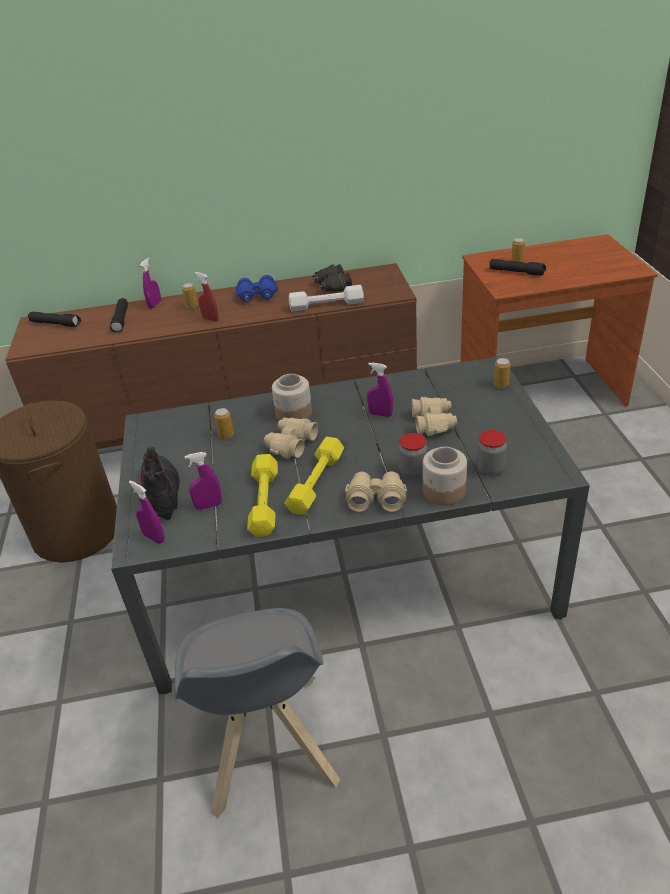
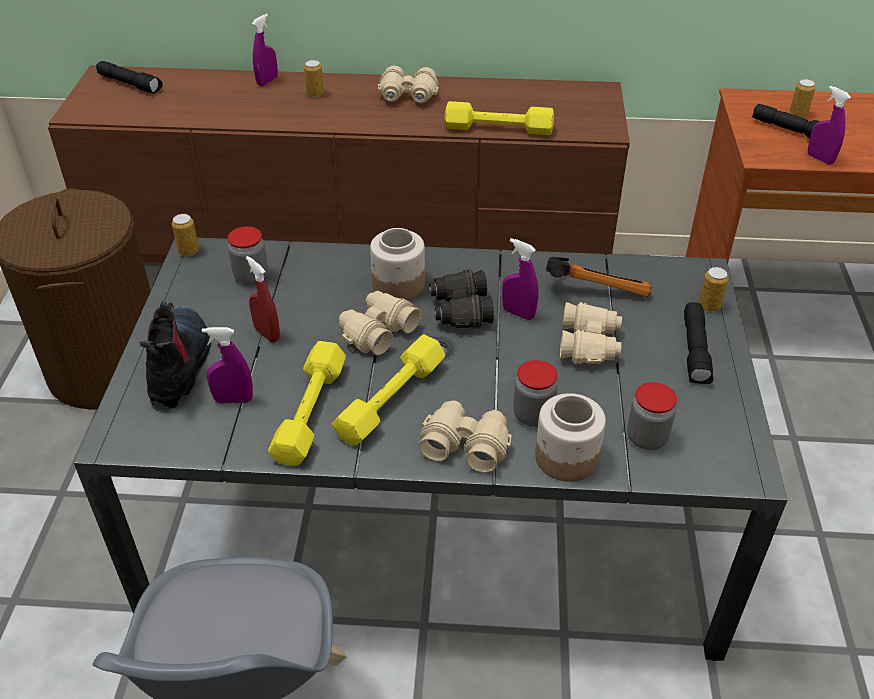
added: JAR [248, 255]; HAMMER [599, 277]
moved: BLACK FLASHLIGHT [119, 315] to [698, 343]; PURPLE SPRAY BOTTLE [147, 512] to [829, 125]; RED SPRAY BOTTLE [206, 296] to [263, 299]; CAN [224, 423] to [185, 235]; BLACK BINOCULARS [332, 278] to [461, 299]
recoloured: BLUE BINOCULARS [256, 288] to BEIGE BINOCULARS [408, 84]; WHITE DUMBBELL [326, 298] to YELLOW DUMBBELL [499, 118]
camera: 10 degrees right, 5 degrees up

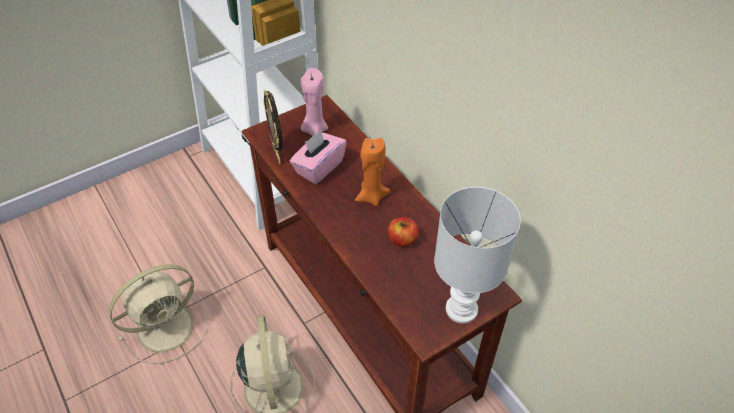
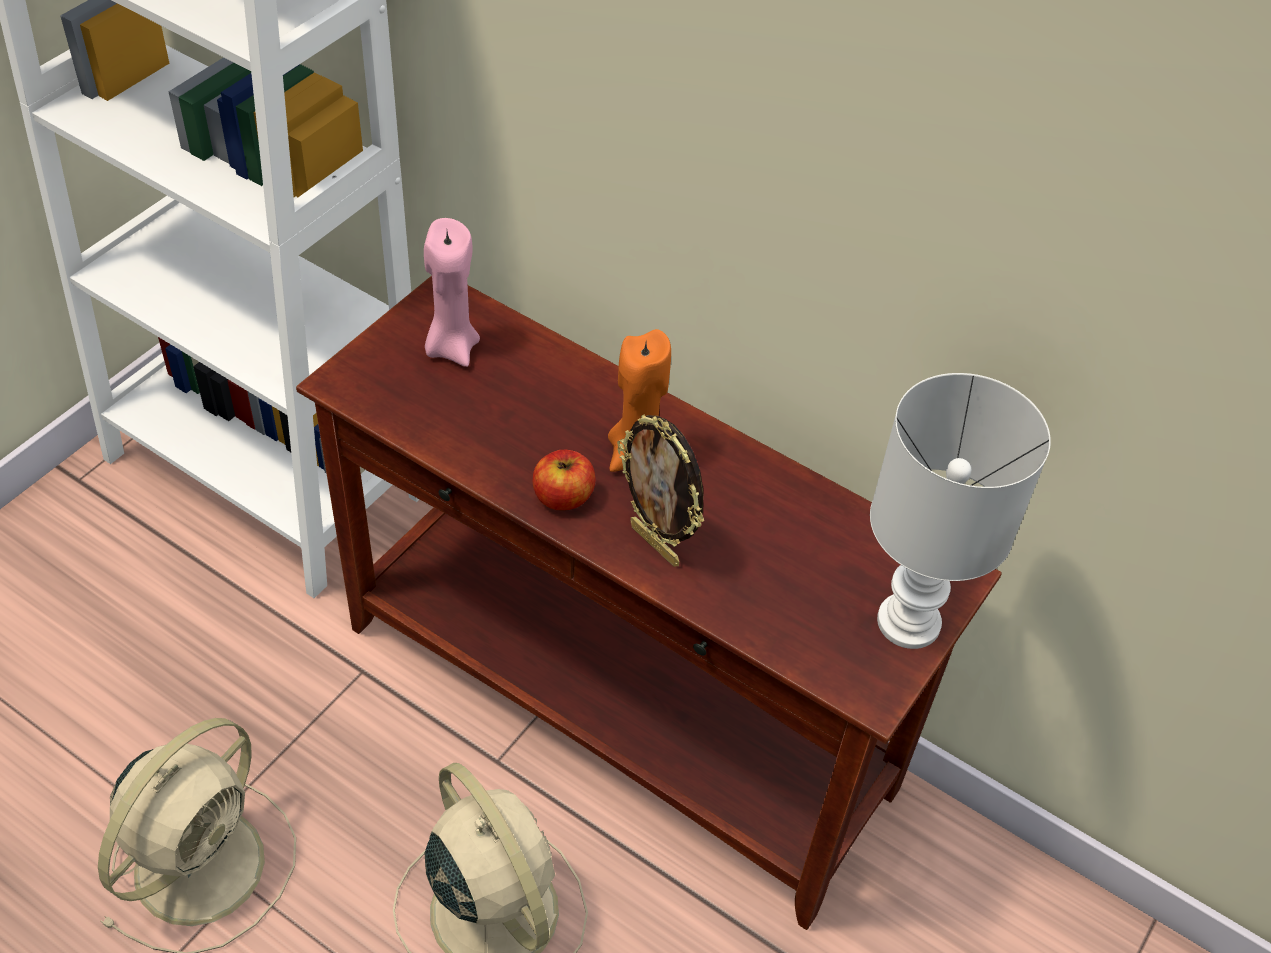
removed: PINK TISSUE BOX [318, 157]
moved: PICTURE FRAME [273, 127] to [660, 490]; APPLE [403, 232] to [564, 480]
camera: 25 degrees left, 0 degrees up

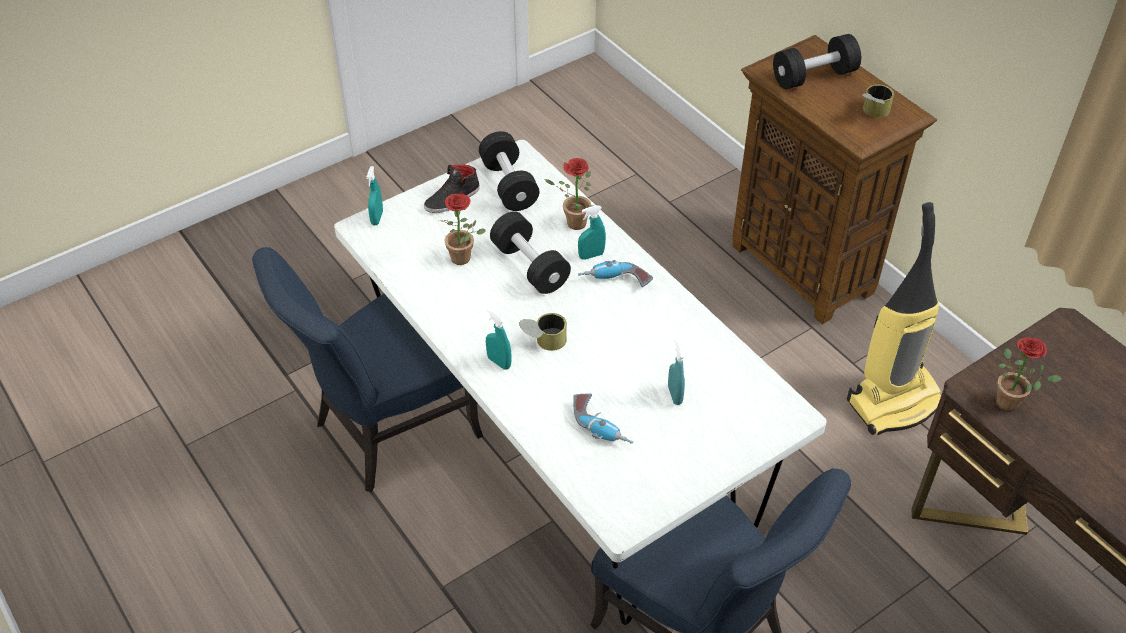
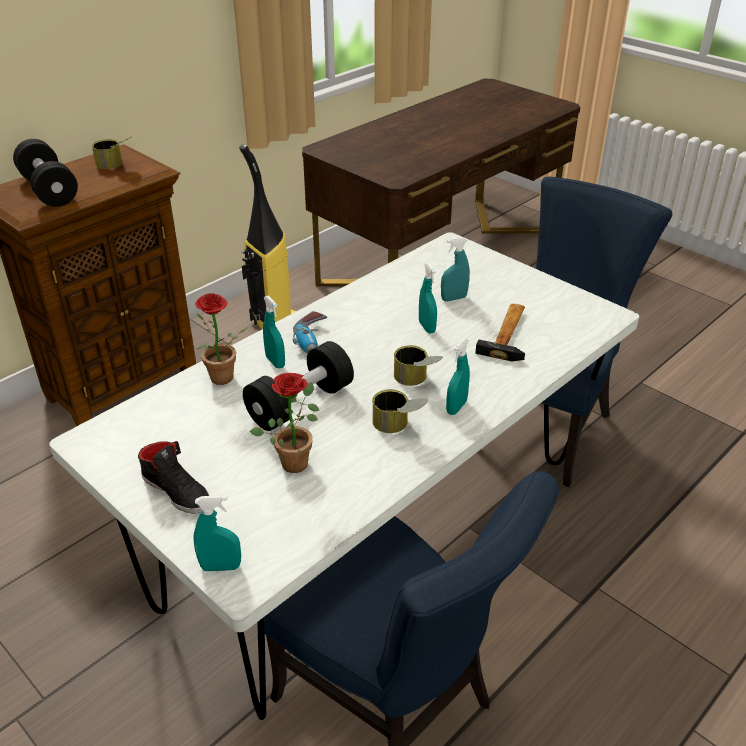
removed: BLACK DUMBBELL [509, 171]; POTTED PLANT [1028, 374]
added: CAN [400, 411]; TURQUOISE SPRAY BOTTLE [428, 298]
replaced: POWER DRILL [603, 418] to HAMMER [500, 333]
camera: 100 degrees left, 10 degrees down

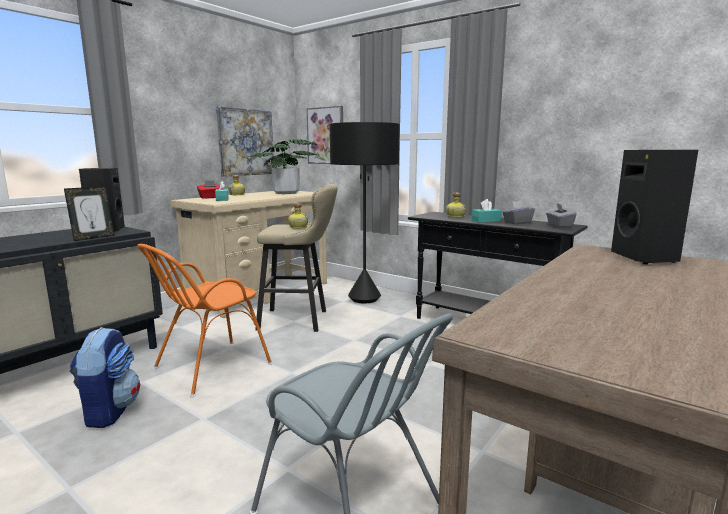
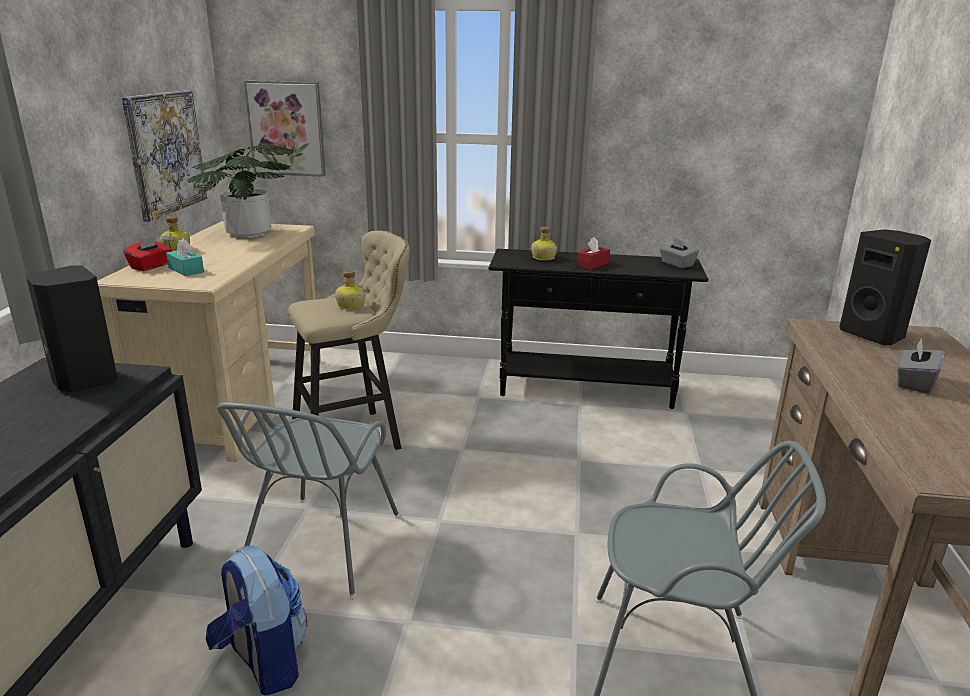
removed: PICTURE FRAME [89, 213]; BLACK FLOOR LAMP [365, 213]
moved: GREY TISSUE BOX [518, 212] to [921, 366]
recoloured: ORANGE CHAIR [205, 320] to GREY CHAIR [308, 501]; TURQUOISE TISSUE BOX [487, 211] to RED TISSUE BOX [593, 253]
camera: 30 degrees left, 10 degrees up

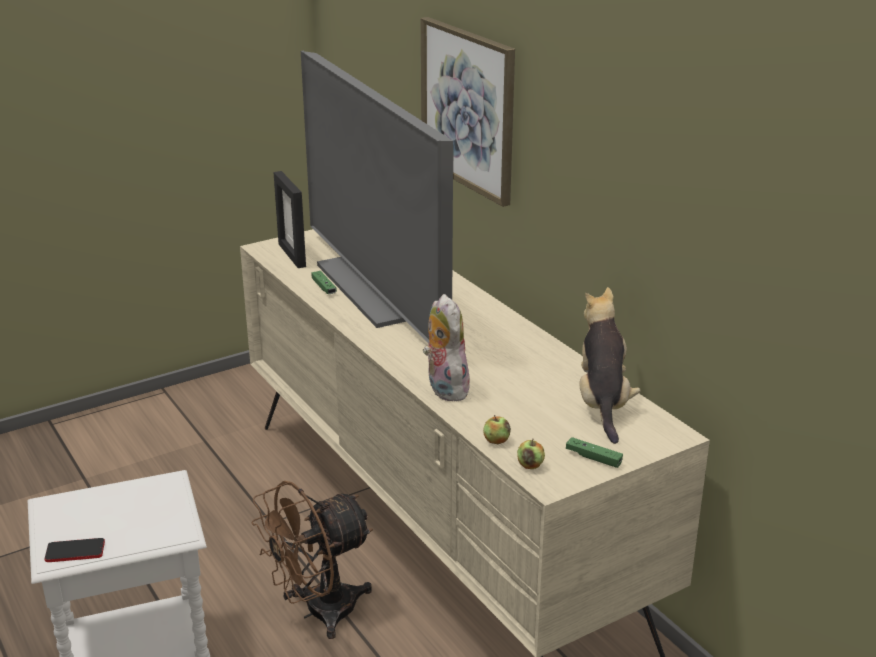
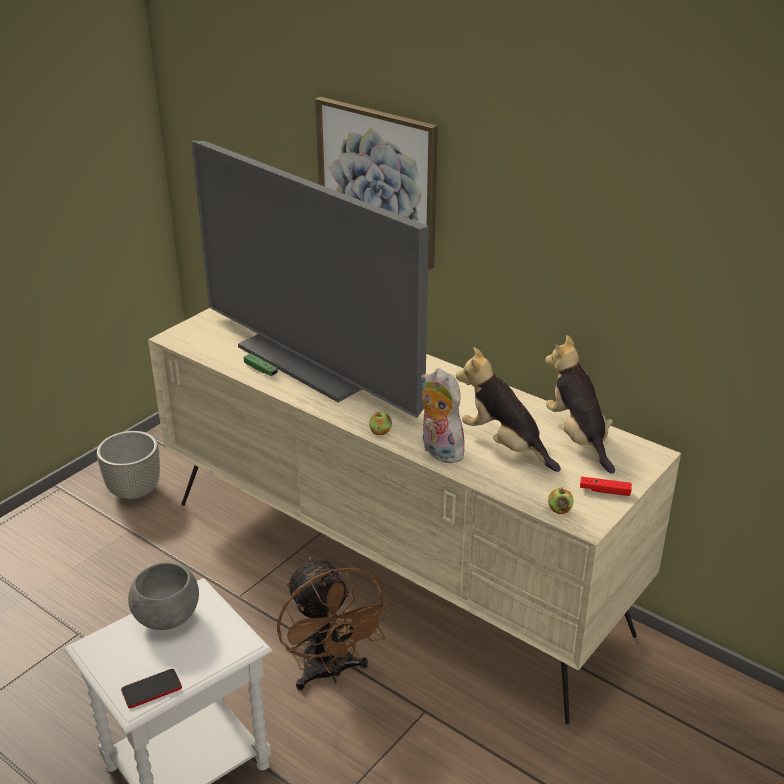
removed: PICTURE FRAME [289, 219]
added: GREY PLANTER [128, 466]; GREY BOWL [163, 596]; PLUSH TOY [508, 409]
moved: APPLE [497, 429] to [380, 423]
recoloured: GREEN GAME CONTROLLER [594, 452] to RED GAME CONTROLLER [606, 486]
turned: BROWN FAN [312, 560] = [335, 623] 60 degrees counterclockwise
camera: 20 degrees left, 5 degrees up

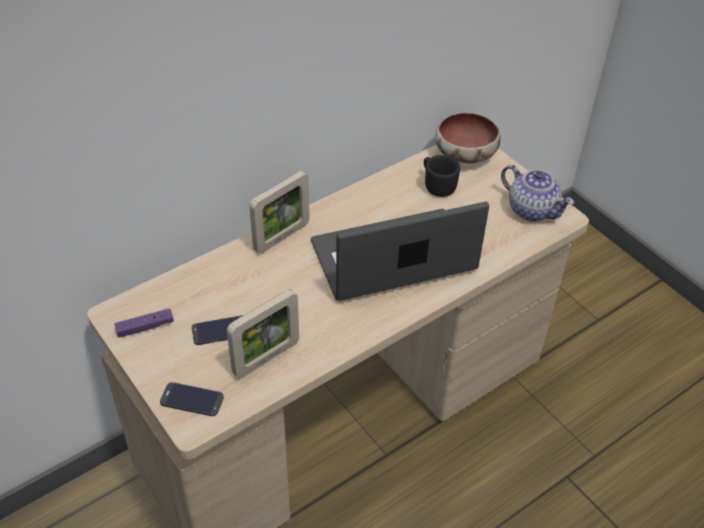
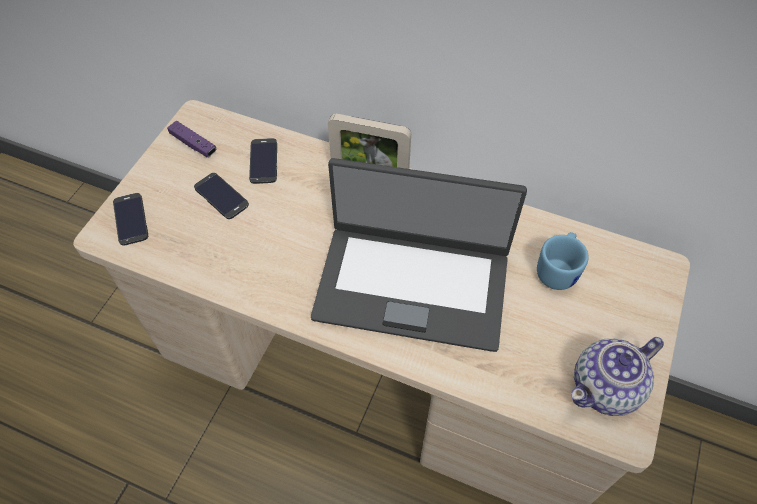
removed: PICTURE FRAME [263, 333]; BOWL [468, 138]
added: PHONE [263, 161]
recoloured: BLACK MUG [442, 176] to BLUE MUG [563, 261]
turned: LAPTOP [400, 251] = [419, 255] 150 degrees clockwise; TEAPOT [537, 193] = [617, 376] 45 degrees clockwise
camera: 60 degrees right, 10 degrees up

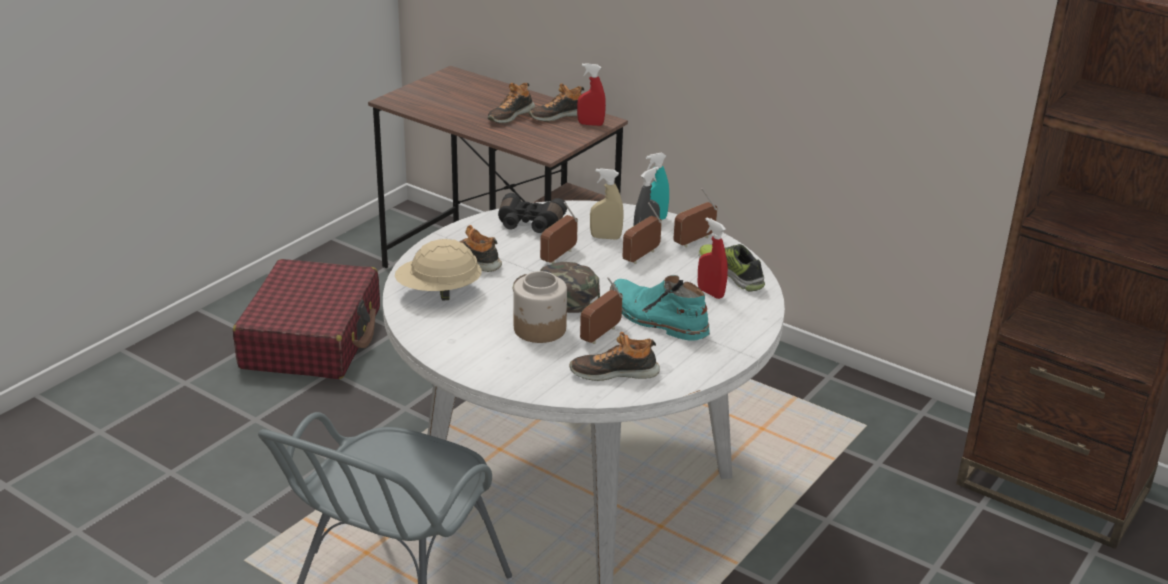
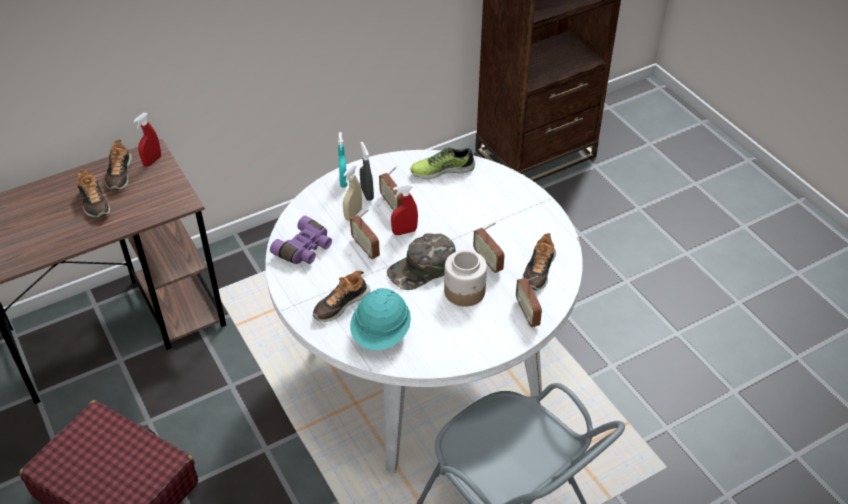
removed: TURQUOISE BOOT [660, 308]
moved: RADIO [695, 217] to [529, 301]; RED SPRAY BOTTLE [713, 258] to [404, 209]
recoloured: BEIGE HARD HAT [438, 270] to TURQUOISE HARD HAT [380, 319]; BLACK BINOCULARS [532, 213] to PURPLE BINOCULARS [301, 240]
camera: 65 degrees left, 15 degrees up

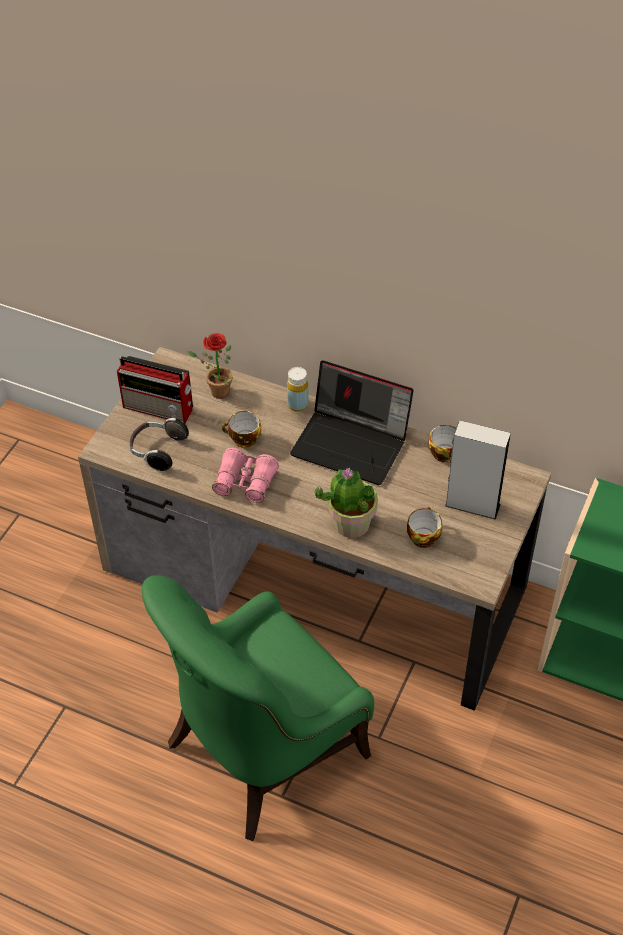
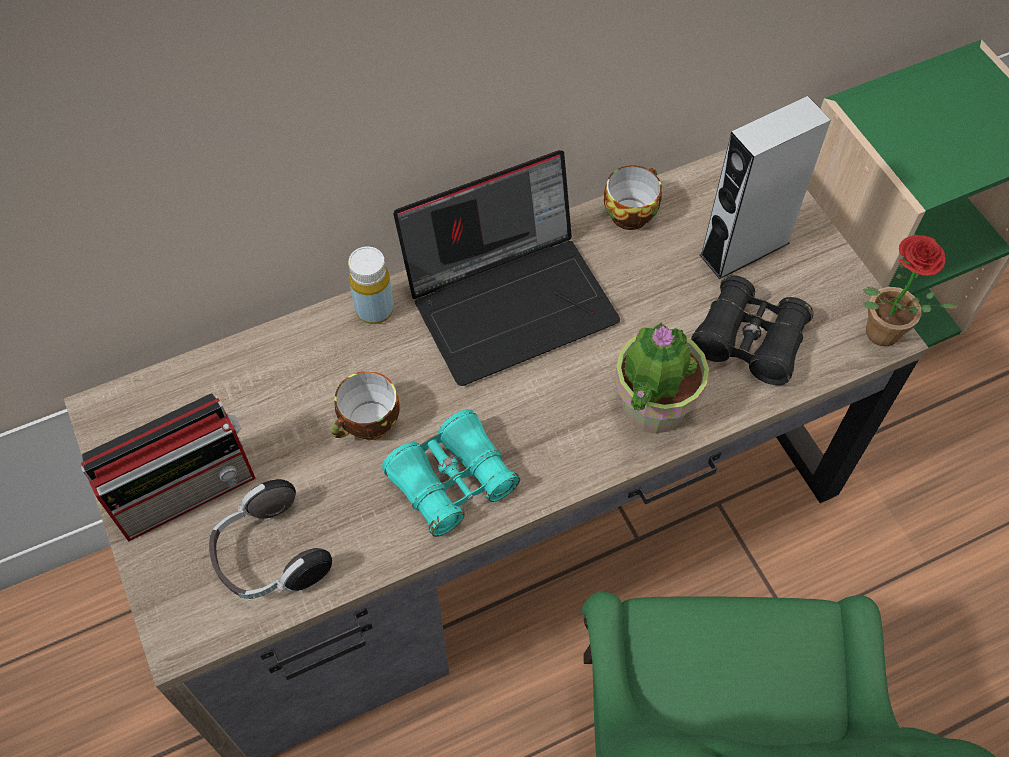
moved: POTTED PLANT [210, 366] to [910, 291]
replaced: CUP [424, 527] to BLACK BINOCULARS [752, 330]
recoloured: PINK BINOCULARS [245, 475] to TURQUOISE BINOCULARS [451, 473]
camera: 50 degrees left, 10 degrees up

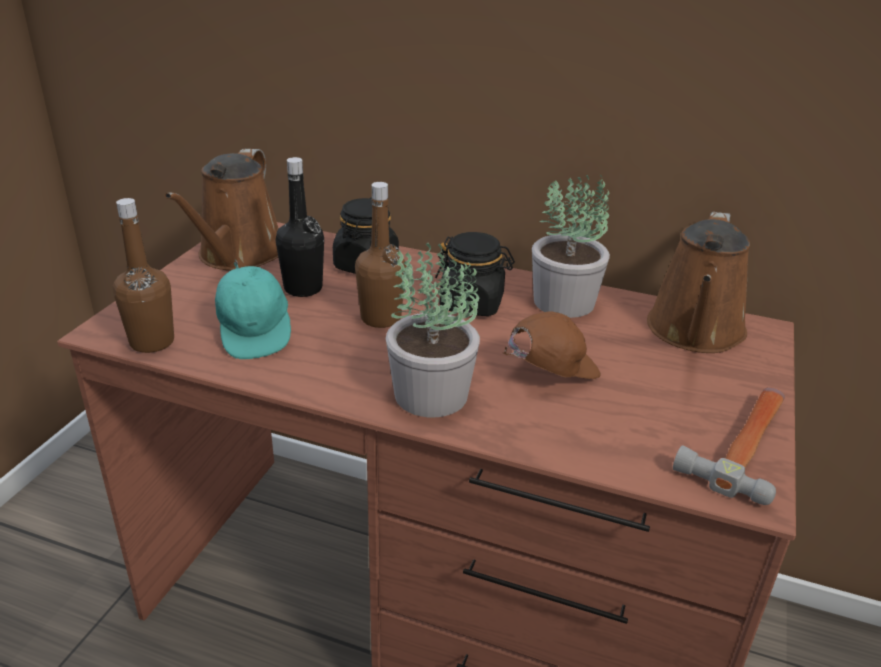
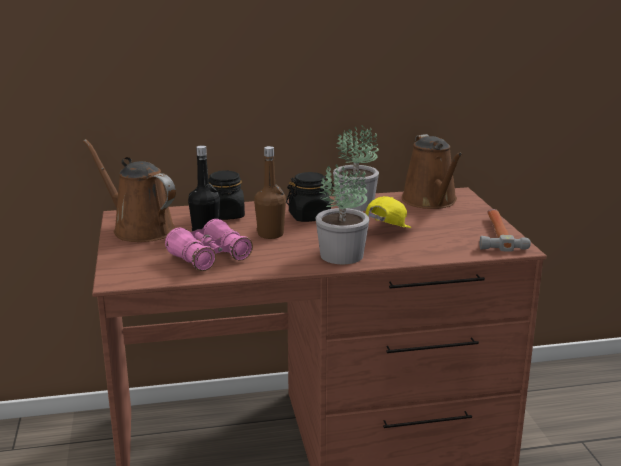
removed: BROWN BOTTLE [143, 275]
replaced: TURQUOISE CAP [253, 309] to PINK BINOCULARS [209, 245]
recoloured: BROWN CAP [551, 345] to YELLOW CAP [388, 212]
turned: BROWN WATERING CAN [222, 210] = [129, 190] 150 degrees clockwise
camera: 30 degrees left, 10 degrees down

